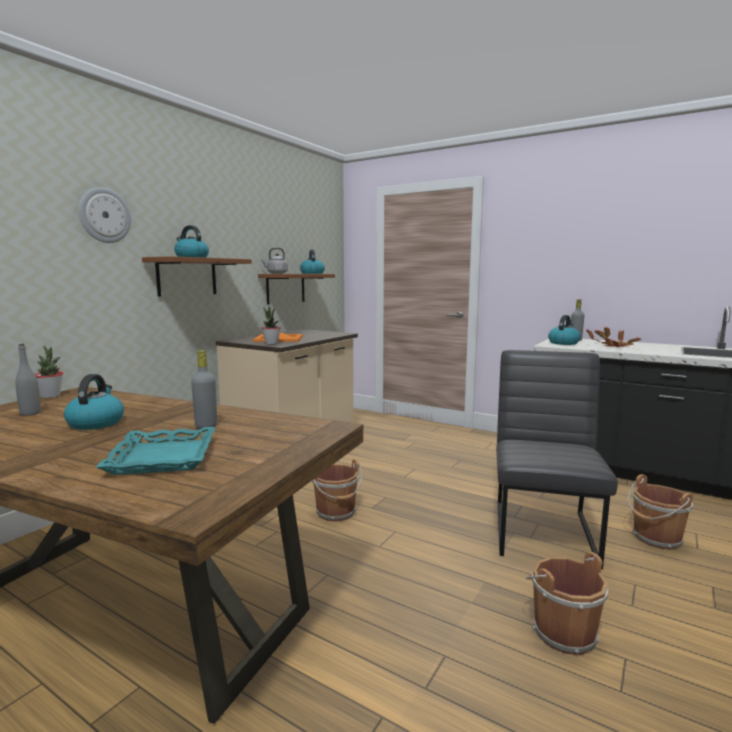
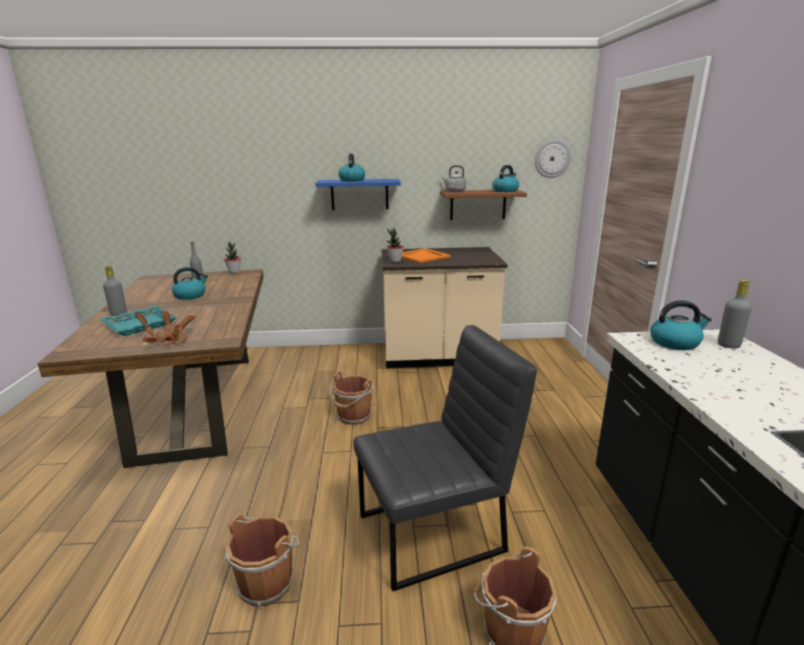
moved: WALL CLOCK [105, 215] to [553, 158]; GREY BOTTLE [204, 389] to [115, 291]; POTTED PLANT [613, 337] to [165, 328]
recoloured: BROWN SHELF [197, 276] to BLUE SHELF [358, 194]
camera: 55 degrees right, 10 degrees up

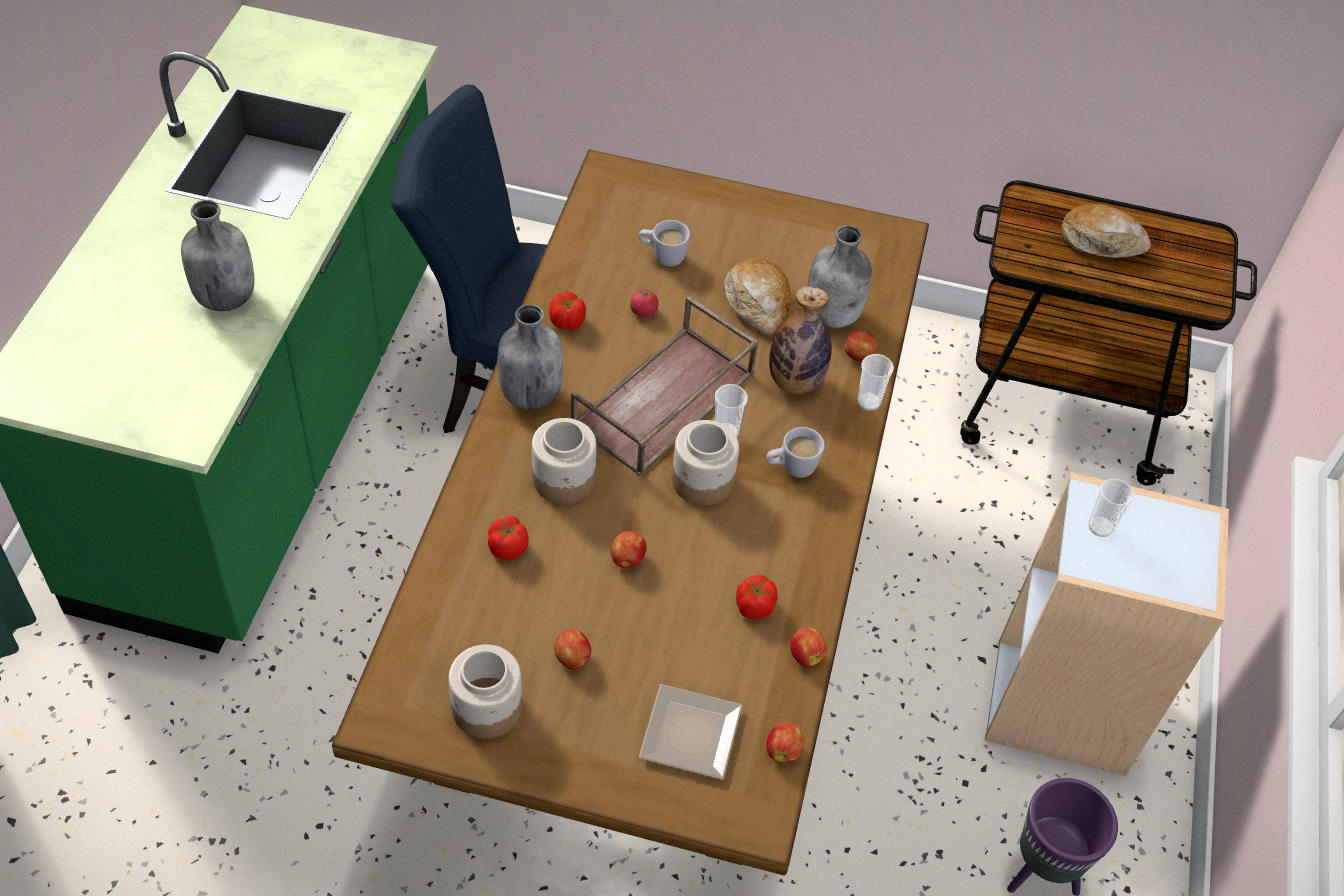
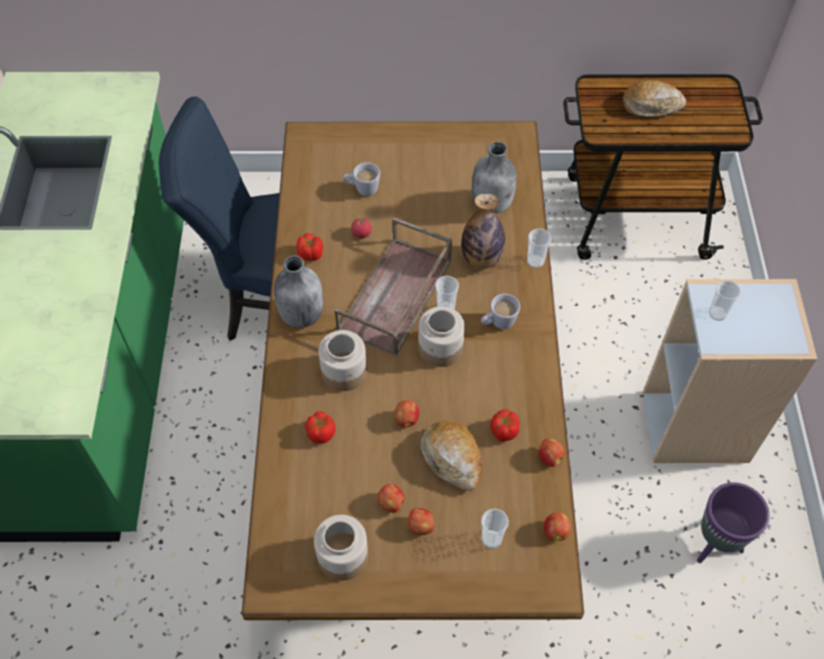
removed: GREY BOTTLE [217, 255]
moved: BREAD [757, 296] to [451, 455]; APPLE [861, 346] to [420, 521]
replaced: PLATE [690, 731] to CUP [495, 529]
camera: 10 degrees left, 5 degrees up

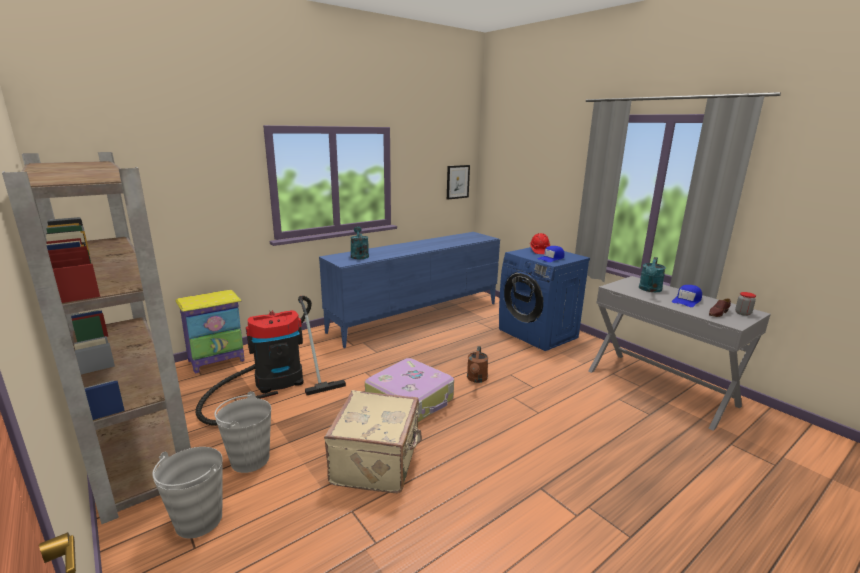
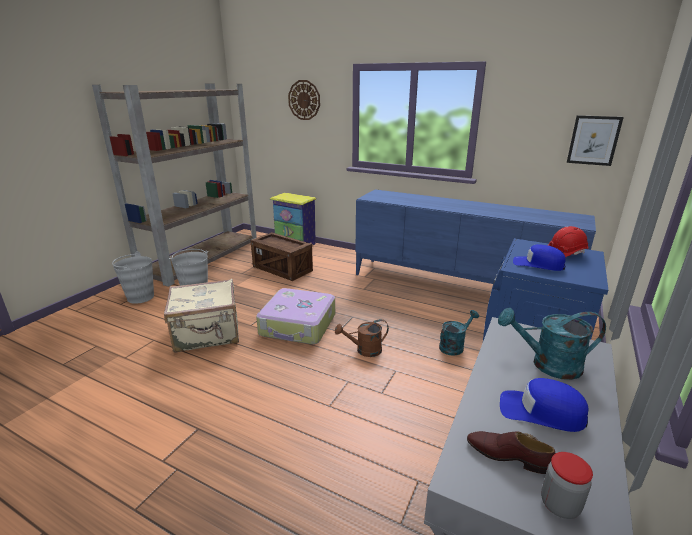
added: WALL CLOCK [304, 100]
moved: TURQUOISE WATERING CAN [359, 242] to [459, 333]
replaced: VACUUM CLEANER [270, 361] to CRATE [281, 256]
camera: 65 degrees right, 5 degrees up

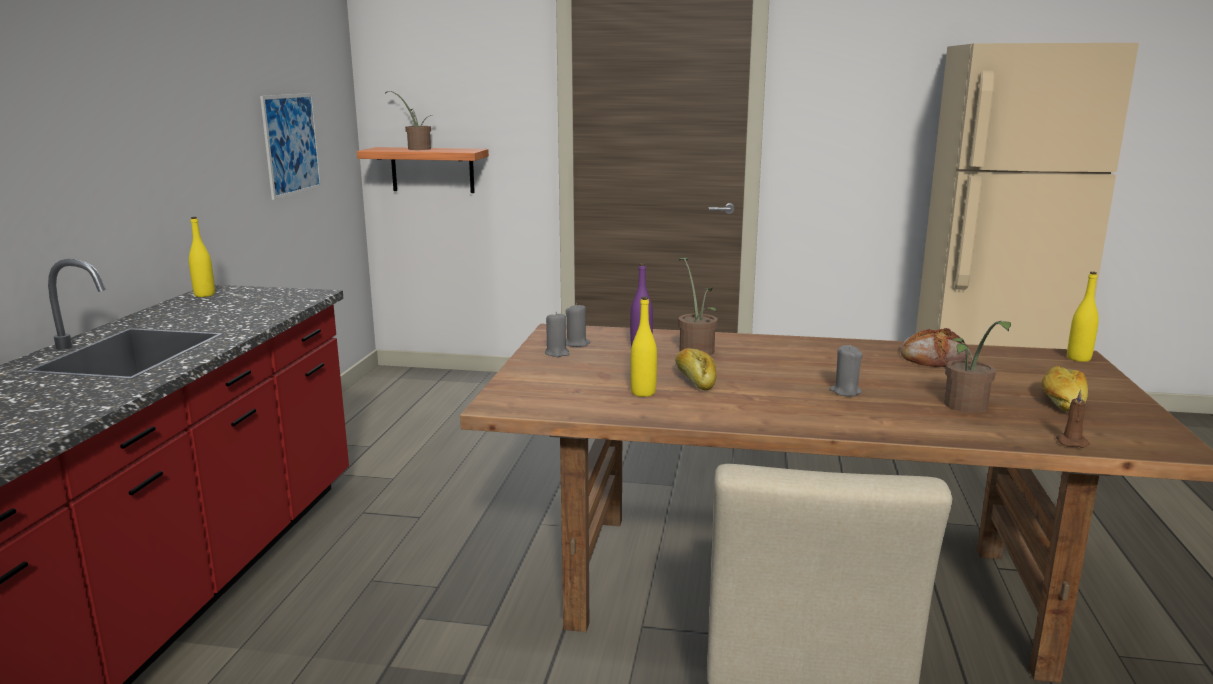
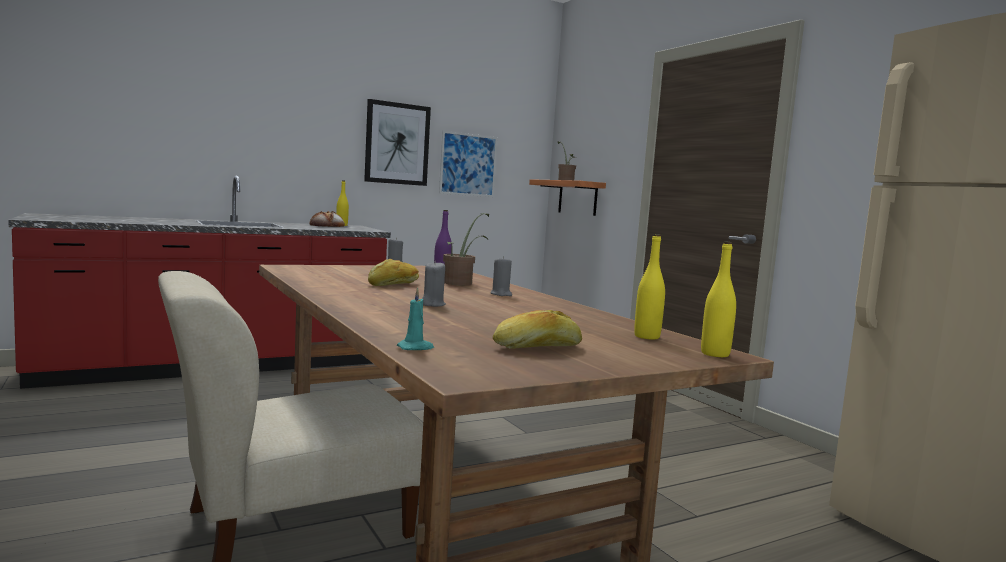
removed: POTTED PLANT [977, 367]
added: PICTURE [397, 142]
moved: GREY CANDLE [577, 325] to [501, 276]; YELLOW BOTTLE [644, 346] to [649, 286]; BREAD [933, 347] to [327, 219]
recoloured: BROWN CANDLE [1073, 419] to TURQUOISE CANDLE [415, 318]
camera: 50 degrees right, 10 degrees down

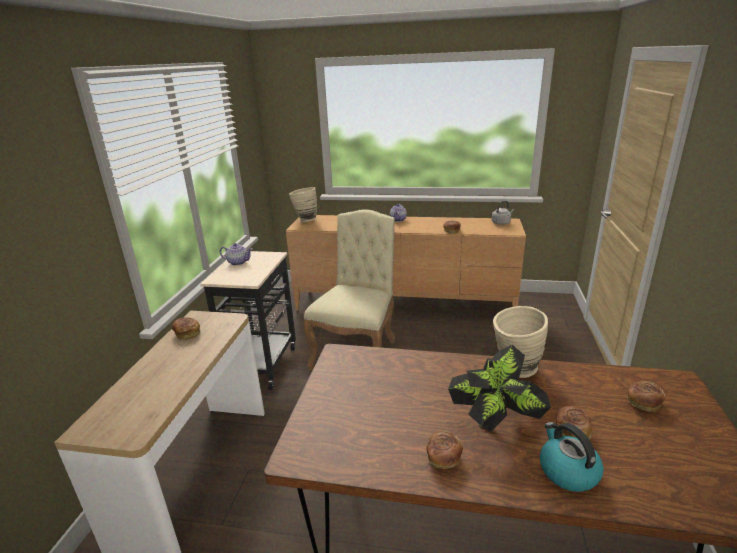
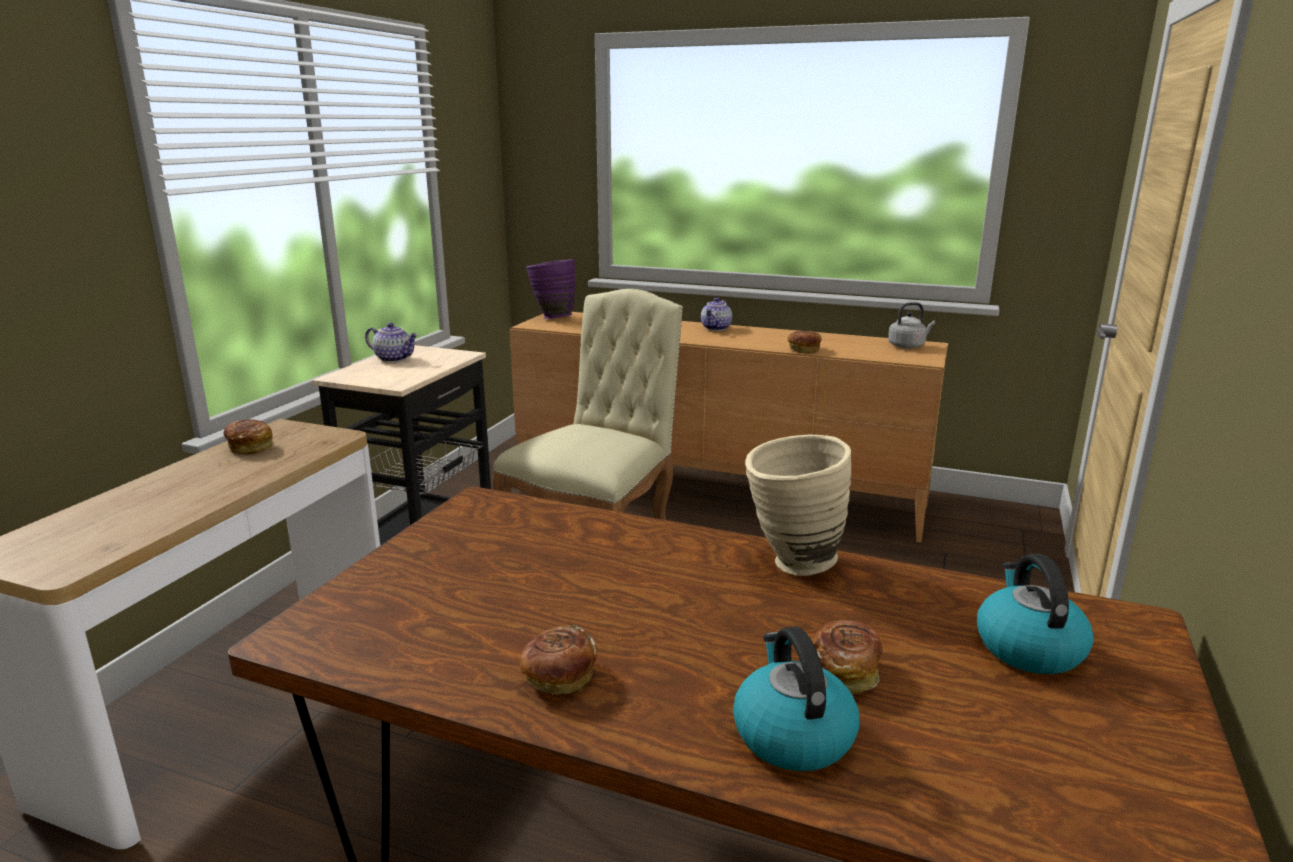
removed: POTTED PLANT [499, 388]
replaced: BREAD [646, 396] to KETTLE [1035, 614]
recoloured: BEIGE VASE [303, 204] to PURPLE VASE [550, 289]
camera: 10 degrees right, 5 degrees down

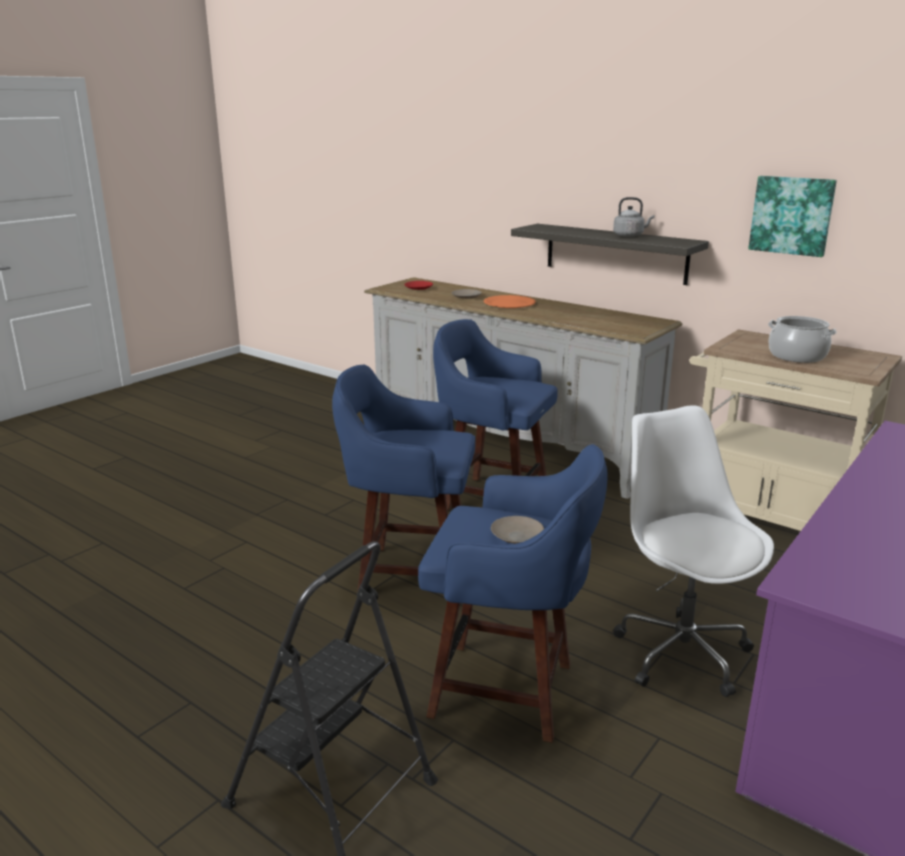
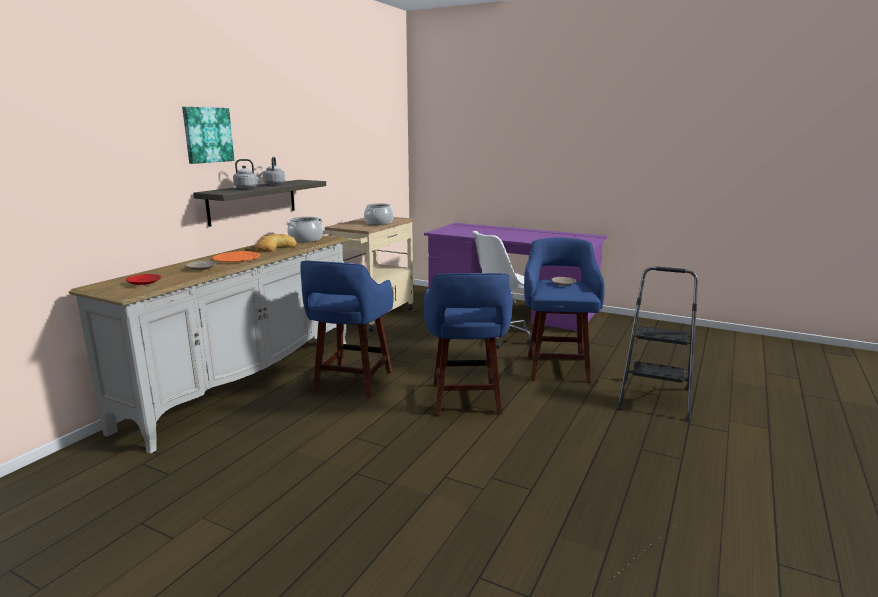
added: GREY KETTLE [248, 174]; BREAD [276, 243]; COOKING POT [304, 229]
moved: PICTURE [792, 216] to [208, 135]
camera: 100 degrees left, 5 degrees down

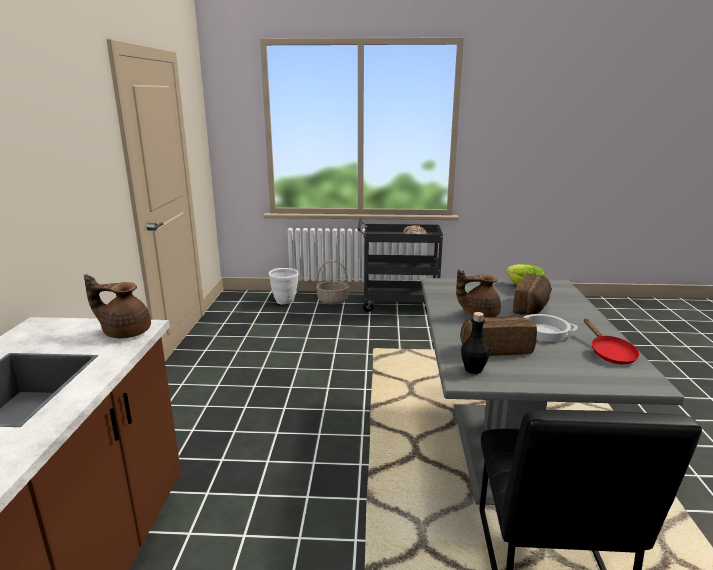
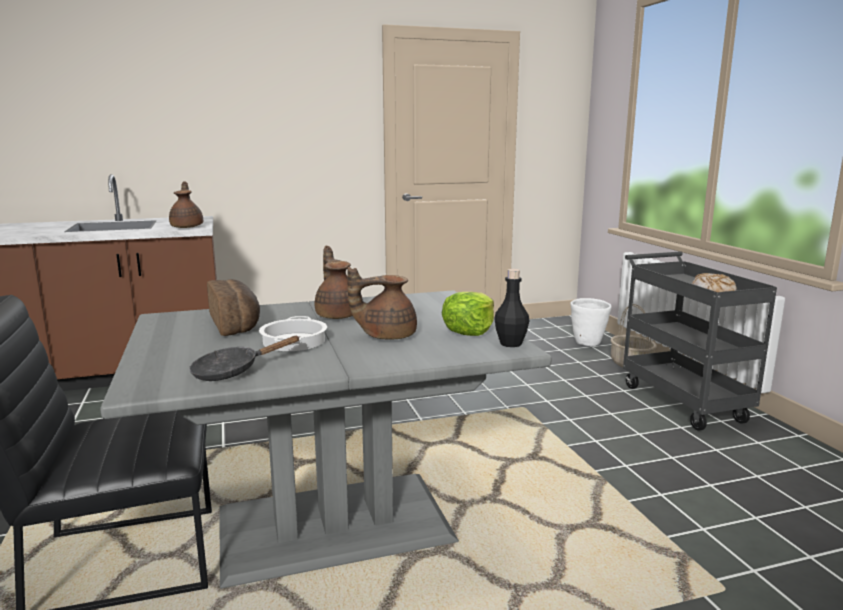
moved: BLACK BOTTLE [475, 343] to [511, 308]
replaced: BREAD [532, 294] to BROWN TEAPOT [382, 303]
recoloured: RED FRYING PAN [611, 341] to BLACK FRYING PAN [244, 358]
camera: 70 degrees right, 5 degrees down

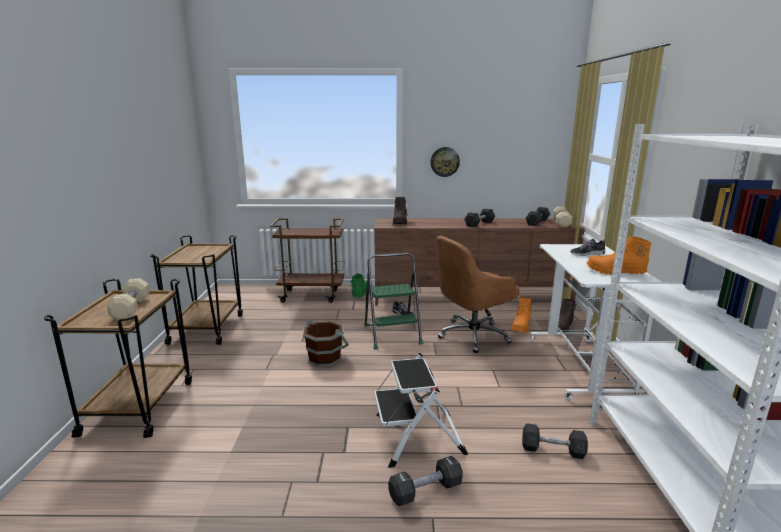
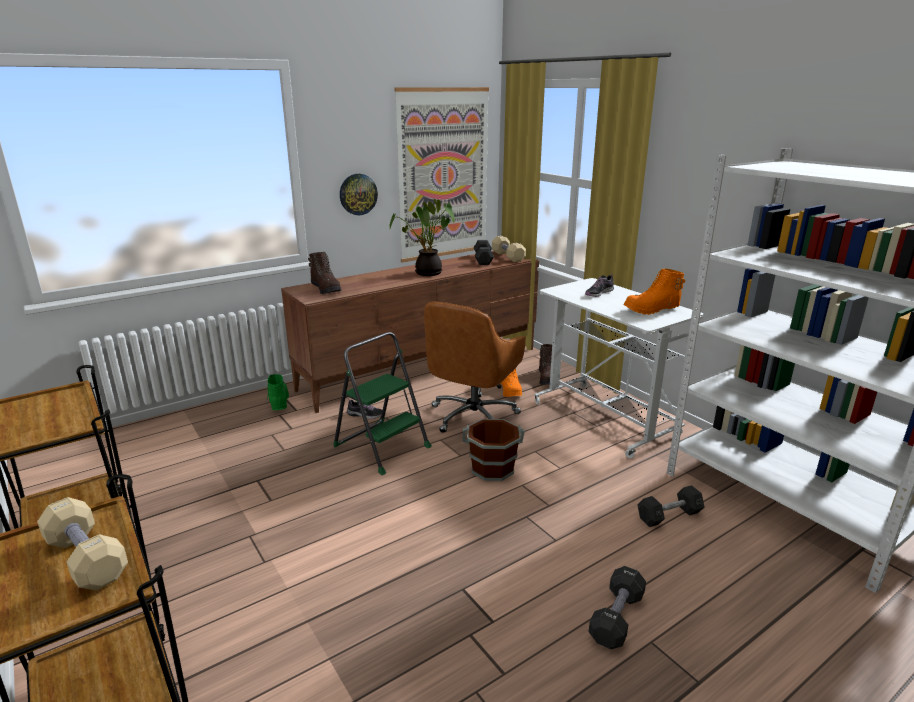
removed: BROWN CART [307, 260]; STEP LADDER [421, 410]
added: PICTURE [441, 175]
moved: BROWN BUCKET [326, 343] to [493, 450]
replaced: GREY DUMBBELL [479, 217] to POTTED PLANT [422, 237]
camera: 35 degrees left, 5 degrees up

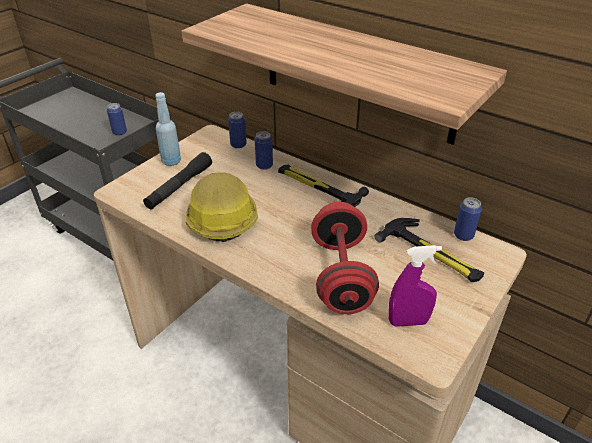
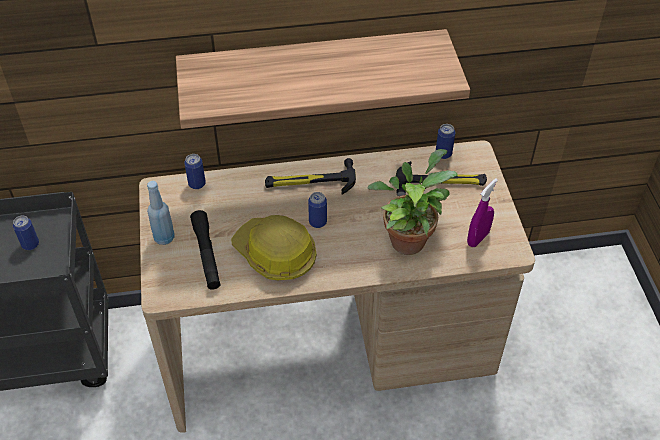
moved: CAN [264, 150] to [317, 210]
replaced: RED DUMBBELL [345, 258] to POTTED PLANT [412, 202]
camera: 45 degrees left, 10 degrees up

